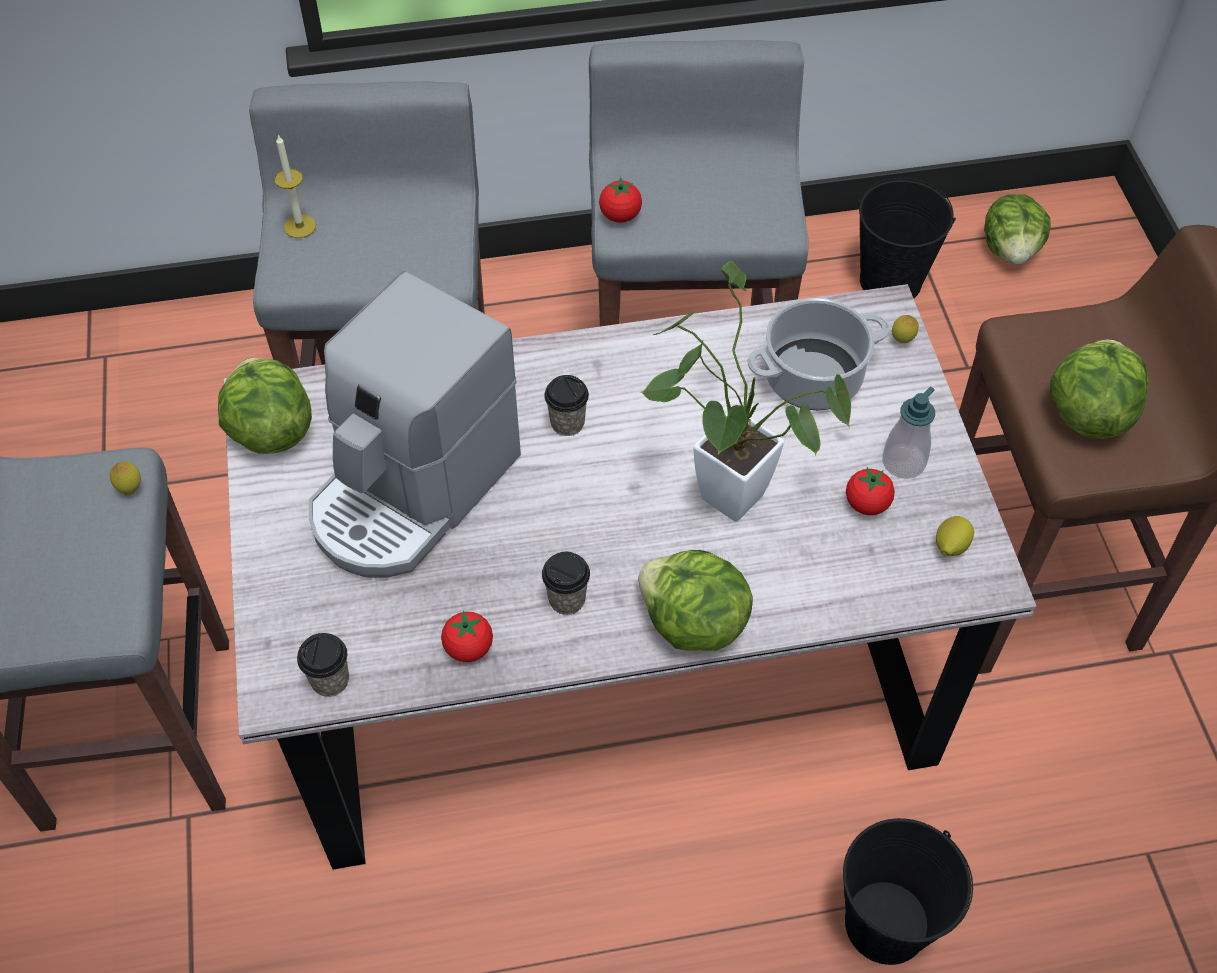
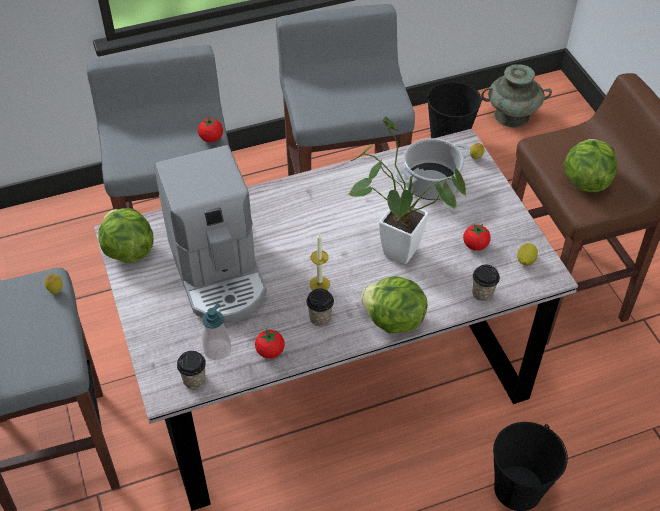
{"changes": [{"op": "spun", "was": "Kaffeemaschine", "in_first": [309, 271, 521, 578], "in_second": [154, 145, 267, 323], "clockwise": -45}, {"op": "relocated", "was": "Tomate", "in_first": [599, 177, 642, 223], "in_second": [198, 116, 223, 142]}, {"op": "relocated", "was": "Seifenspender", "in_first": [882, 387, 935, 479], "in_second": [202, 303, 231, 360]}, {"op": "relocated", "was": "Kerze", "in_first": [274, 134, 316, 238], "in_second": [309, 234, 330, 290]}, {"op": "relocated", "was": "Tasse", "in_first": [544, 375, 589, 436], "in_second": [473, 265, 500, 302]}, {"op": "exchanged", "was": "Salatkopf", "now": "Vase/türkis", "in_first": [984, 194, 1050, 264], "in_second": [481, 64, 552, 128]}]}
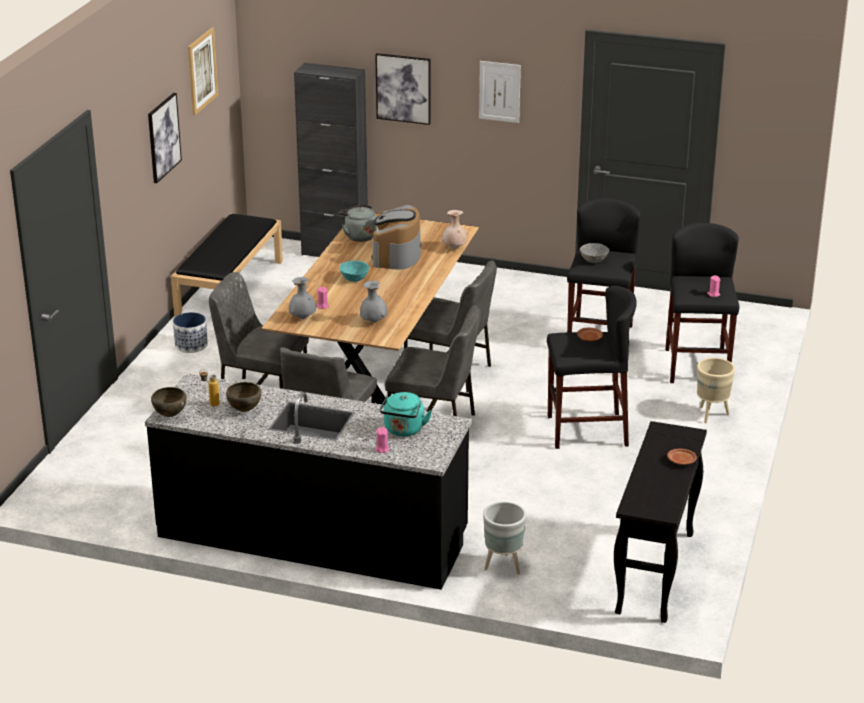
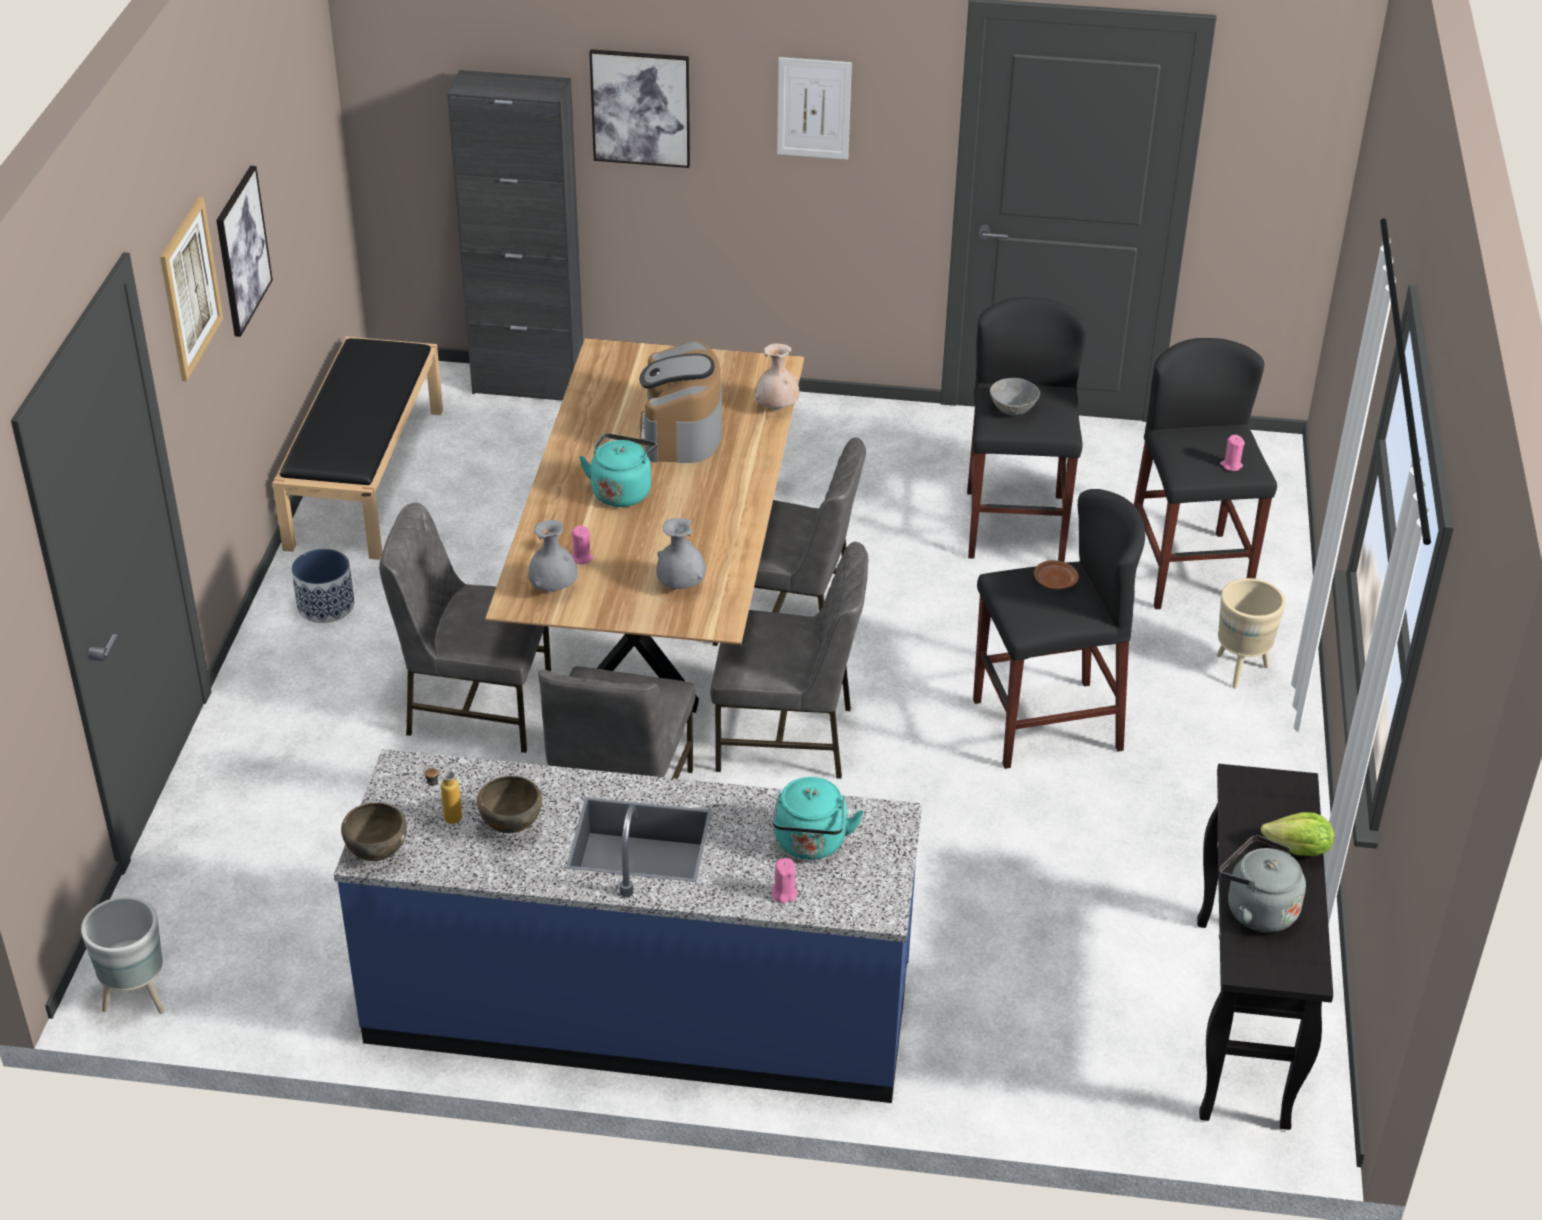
{"changes": [{"op": "relocated", "was": "Pflanzkübel/grau", "in_first": [483, 502, 526, 574], "in_second": [81, 896, 165, 1014]}, {"op": "relocated", "was": "Bild", "in_first": [188, 28, 218, 116], "in_second": [160, 196, 223, 381]}, {"op": "colour", "was": "Küchenzeile/schwarz", "now": "Küchenzeile/blau", "in_first": [145, 373, 472, 590], "in_second": [334, 749, 922, 1103]}, {"op": "exchanged", "was": "Schüssel/türkis", "now": "Wasserkessel/türkis", "in_first": [339, 261, 369, 282], "in_second": [579, 434, 657, 507]}, {"op": "relocated", "was": "Wasserkessel/grau", "in_first": [339, 204, 377, 242], "in_second": [1219, 835, 1306, 932]}, {"op": "exchanged", "was": "Teller/braun", "now": "Salatkopf", "in_first": [667, 449, 697, 465], "in_second": [1261, 812, 1334, 856]}]}
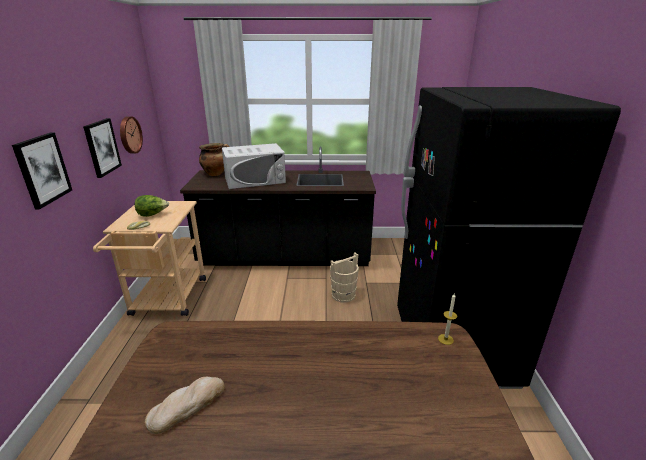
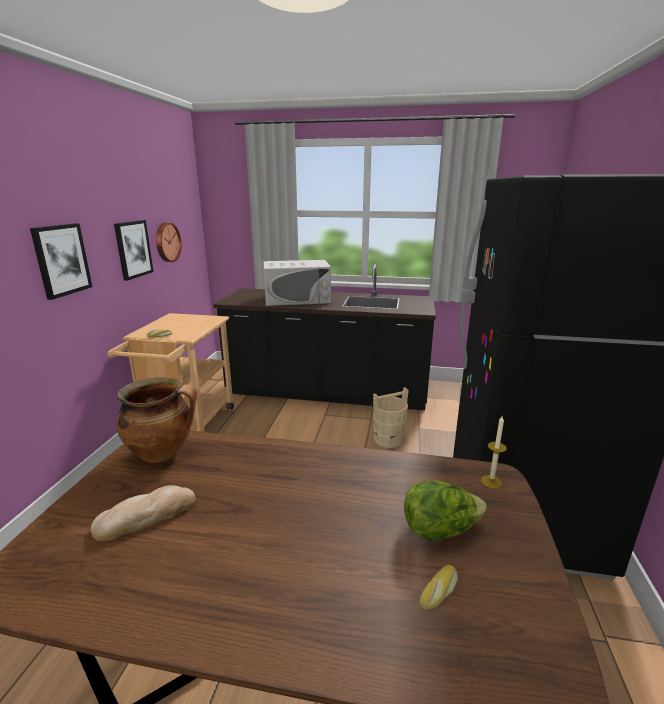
{"changes": [{"op": "relocated", "was": "Kochtopf", "in_first": [199, 143, 229, 176], "in_second": [117, 377, 197, 463]}, {"op": "relocated", "was": "Salatkopf", "in_first": [135, 195, 169, 217], "in_second": [404, 480, 487, 541]}, {"op": "appeared", "now": "Brot", "in_second": [419, 565, 458, 610]}]}
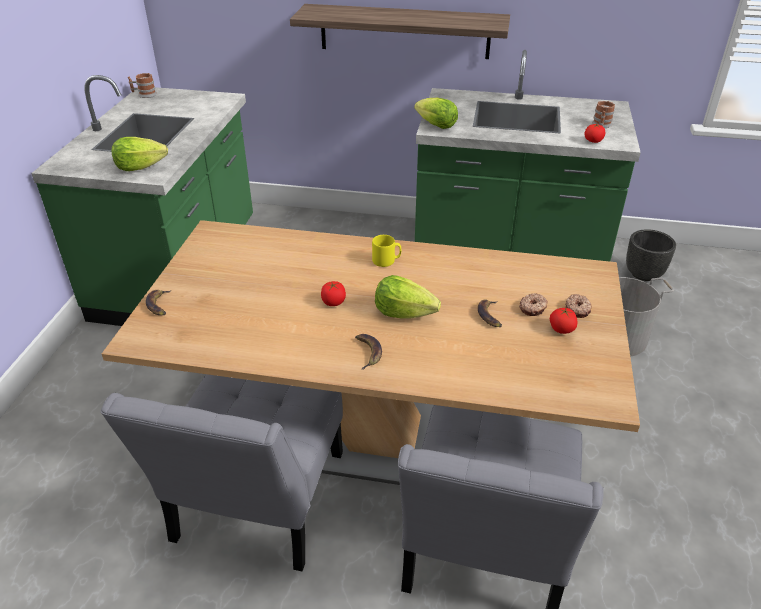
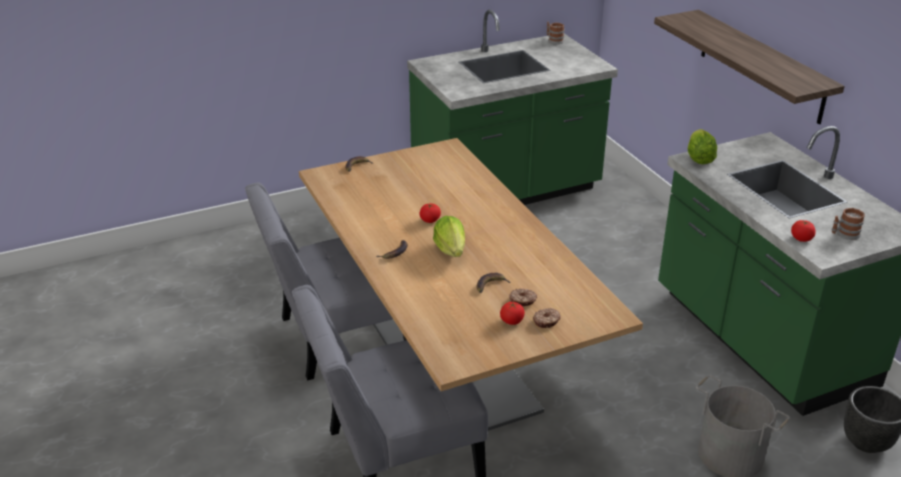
{"changes": [{"op": "missing", "was": "Salatkopf", "in_first": [111, 137, 168, 171]}, {"op": "missing", "was": "Henkelbecher/gelb", "in_first": [372, 235, 401, 267]}]}
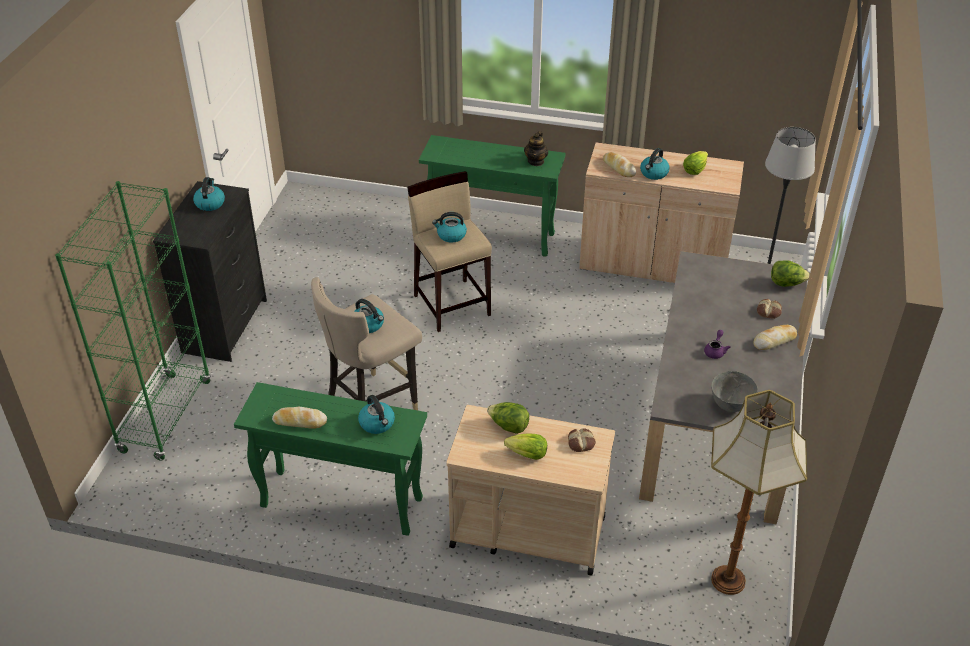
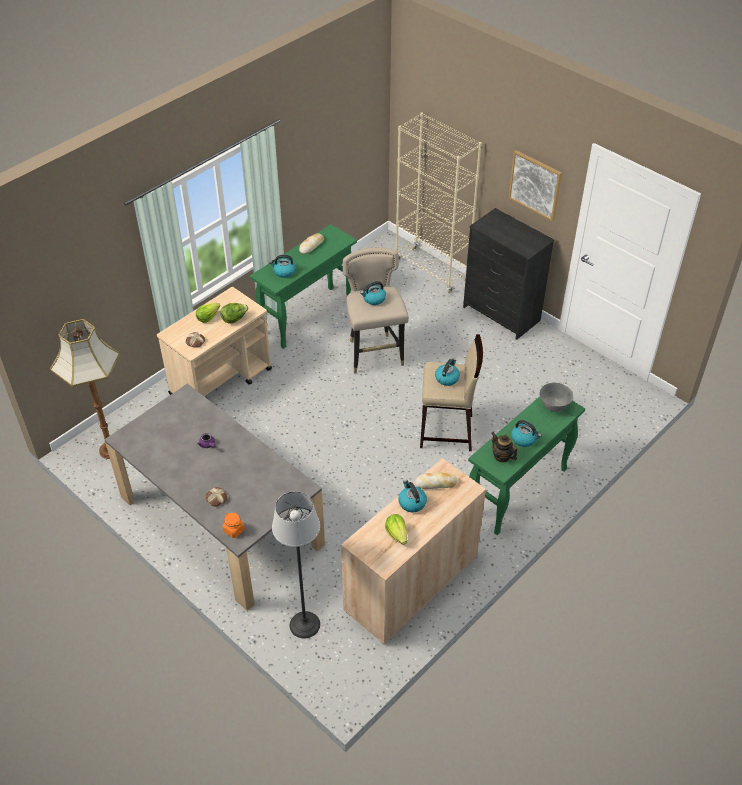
{"changes": [{"op": "exchanged", "was": "Salatkopf", "now": "Vorratsglas/orange", "in_first": [771, 260, 810, 287], "in_second": [223, 513, 245, 538]}, {"op": "colour", "was": "Bücherregal/grün", "now": "Bücherregal/beige", "in_first": [55, 181, 211, 460], "in_second": [396, 112, 482, 293]}, {"op": "appeared", "now": "Bild", "in_second": [508, 150, 562, 221]}, {"op": "relocated", "was": "Wasserkessel", "in_first": [193, 177, 225, 211], "in_second": [511, 420, 541, 447]}, {"op": "relocated", "was": "Schüssel/grau", "in_first": [711, 371, 758, 412], "in_second": [539, 383, 573, 412]}, {"op": "missing", "was": "Brot", "in_first": [753, 325, 797, 350]}]}
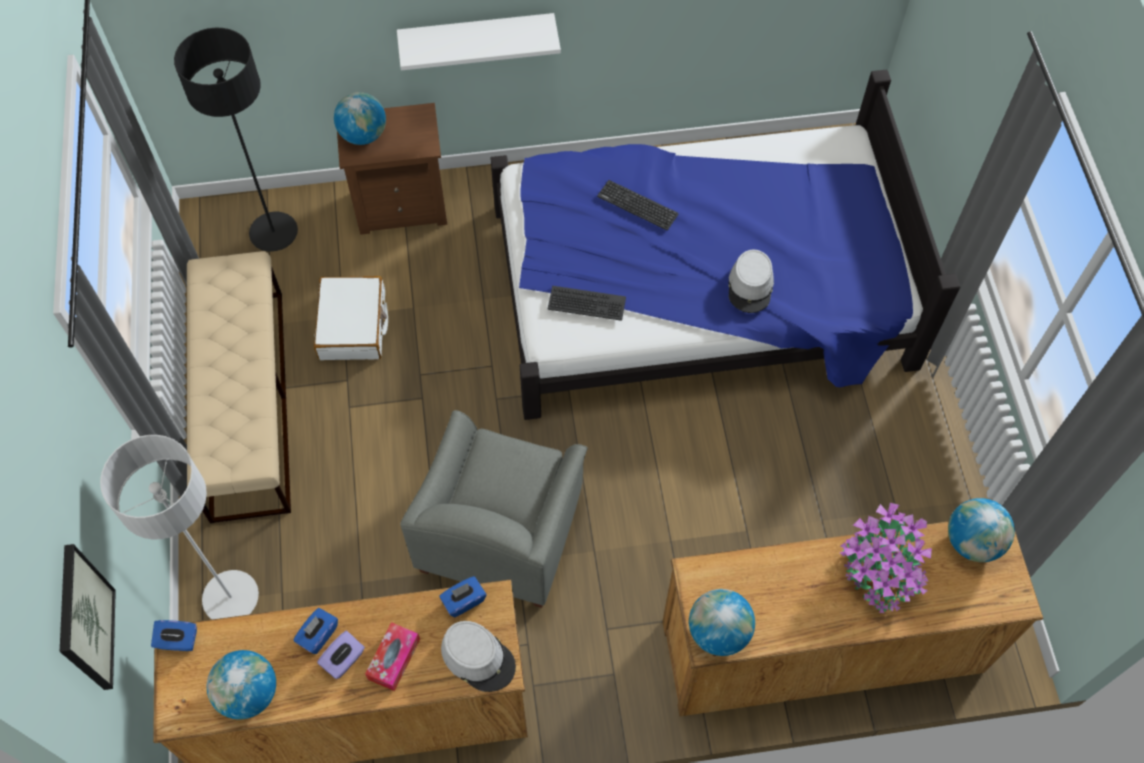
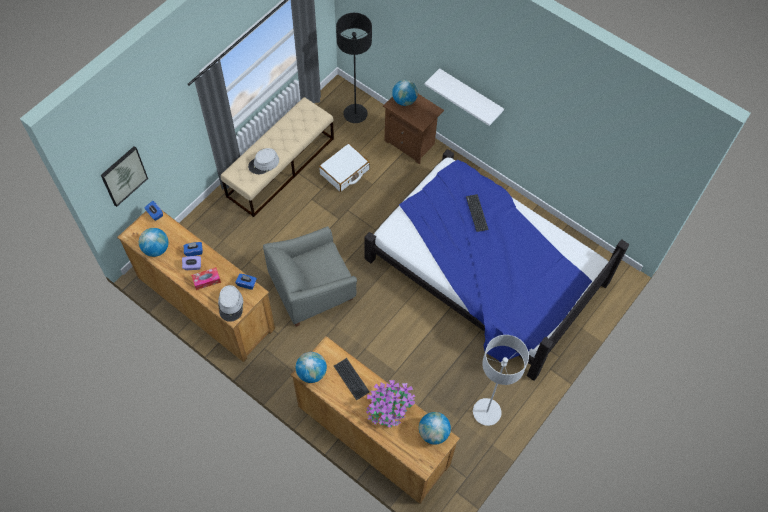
{"changes": [{"op": "relocated", "was": "Hut/grau", "in_first": [729, 250, 774, 313], "in_second": [248, 148, 279, 175]}, {"op": "relocated", "was": "Tastatur", "in_first": [547, 286, 626, 321], "in_second": [334, 358, 370, 400]}, {"op": "relocated", "was": "Stehlampe/grau", "in_first": [100, 435, 259, 619], "in_second": [473, 335, 529, 426]}]}
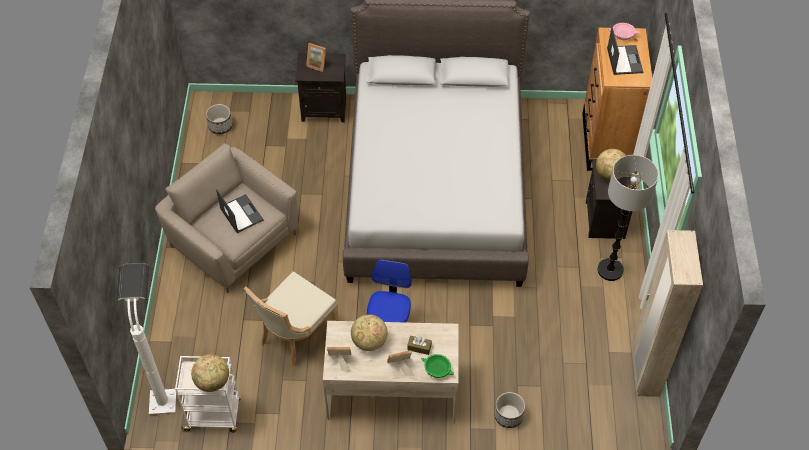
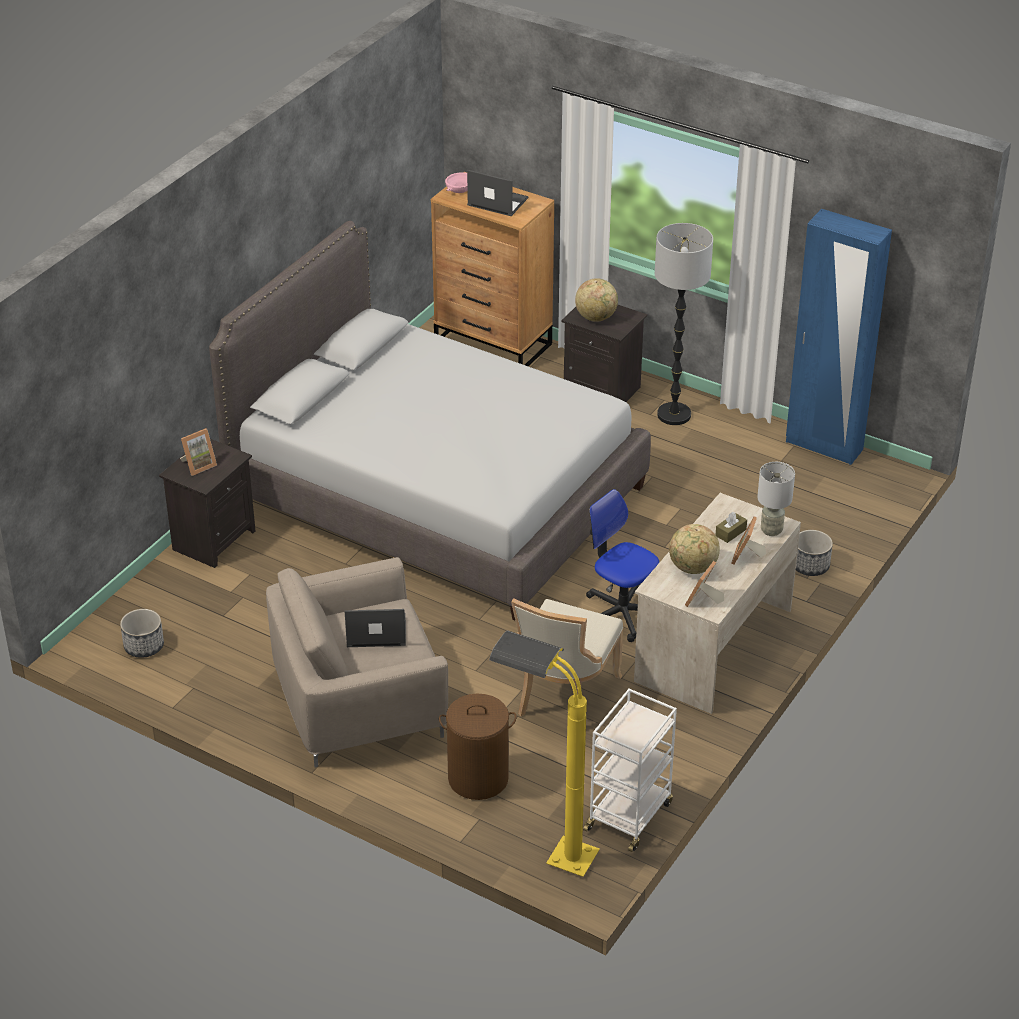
{"changes": [{"op": "appeared", "now": "Wäschekorb/braun", "in_second": [439, 694, 517, 800]}, {"op": "colour", "was": "Stehlampe/weiß", "now": "Stehlampe/gelb", "in_first": [116, 263, 176, 414], "in_second": [489, 630, 600, 877]}, {"op": "spun", "was": "Stuhl/beige", "in_first": [244, 272, 339, 366], "in_second": [511, 598, 623, 716], "clockwise": 45}, {"op": "exchanged", "was": "Schüssel/grün", "now": "Tischlampe/grau", "in_first": [421, 354, 454, 378], "in_second": [757, 462, 795, 536]}, {"op": "colour", "was": "Kleiderschrank/beige", "now": "Kleiderschrank/blau", "in_first": [632, 230, 703, 397], "in_second": [786, 209, 892, 465]}, {"op": "missing", "was": "Globus", "in_first": [191, 354, 229, 392]}]}
